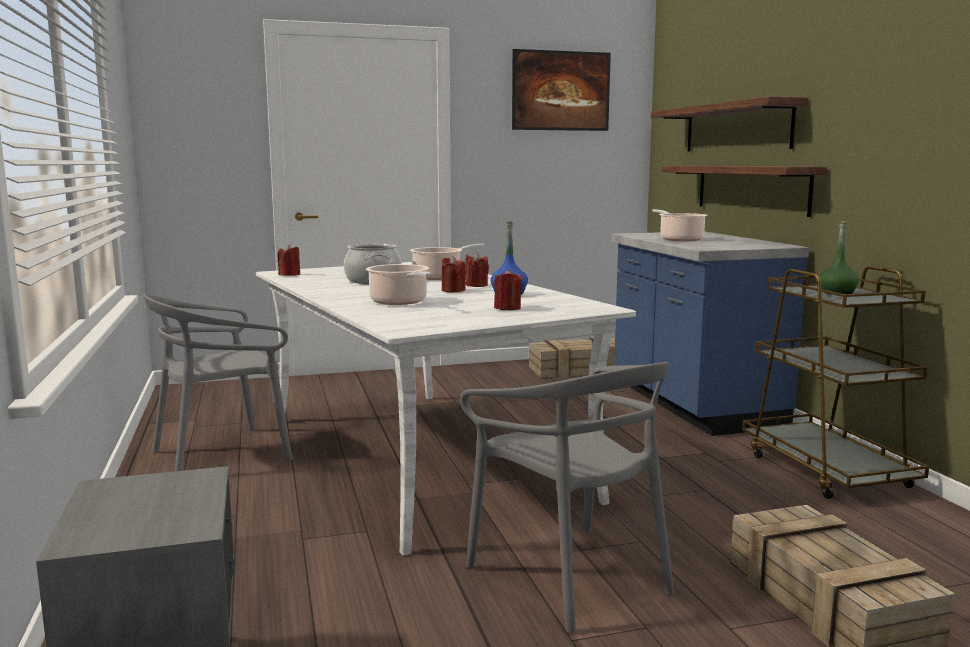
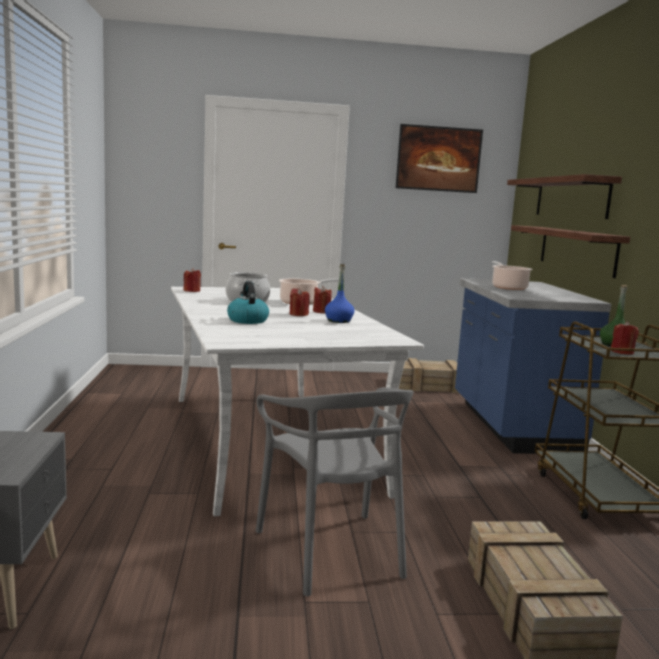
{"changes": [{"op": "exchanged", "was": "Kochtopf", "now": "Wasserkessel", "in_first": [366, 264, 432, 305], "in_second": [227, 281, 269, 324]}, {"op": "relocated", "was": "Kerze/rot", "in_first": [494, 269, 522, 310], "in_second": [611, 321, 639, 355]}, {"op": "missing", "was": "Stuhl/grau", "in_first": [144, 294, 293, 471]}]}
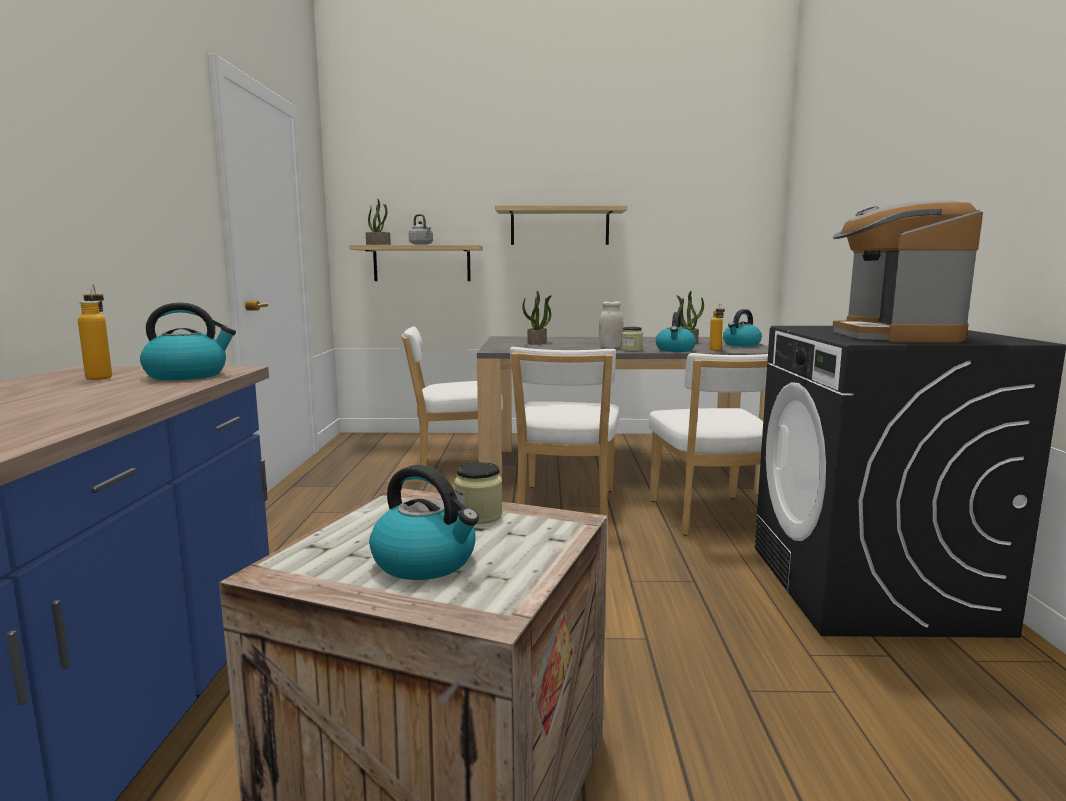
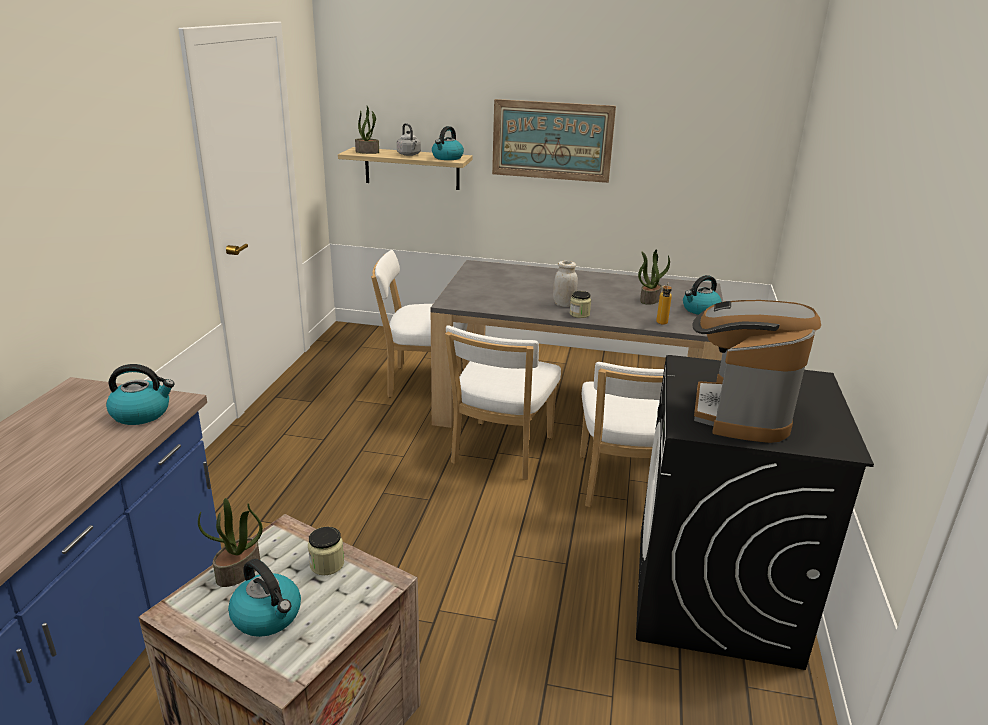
{"changes": [{"op": "relocated", "was": "Topfpflanze", "in_first": [522, 291, 552, 345], "in_second": [198, 498, 263, 587]}, {"op": "relocated", "was": "Wasserkessel", "in_first": [656, 312, 696, 352], "in_second": [432, 126, 464, 160]}, {"op": "exchanged", "was": "Wandregal", "now": "Bild", "in_first": [495, 205, 627, 245], "in_second": [492, 99, 616, 183]}, {"op": "missing", "was": "Flasche", "in_first": [78, 284, 112, 380]}]}
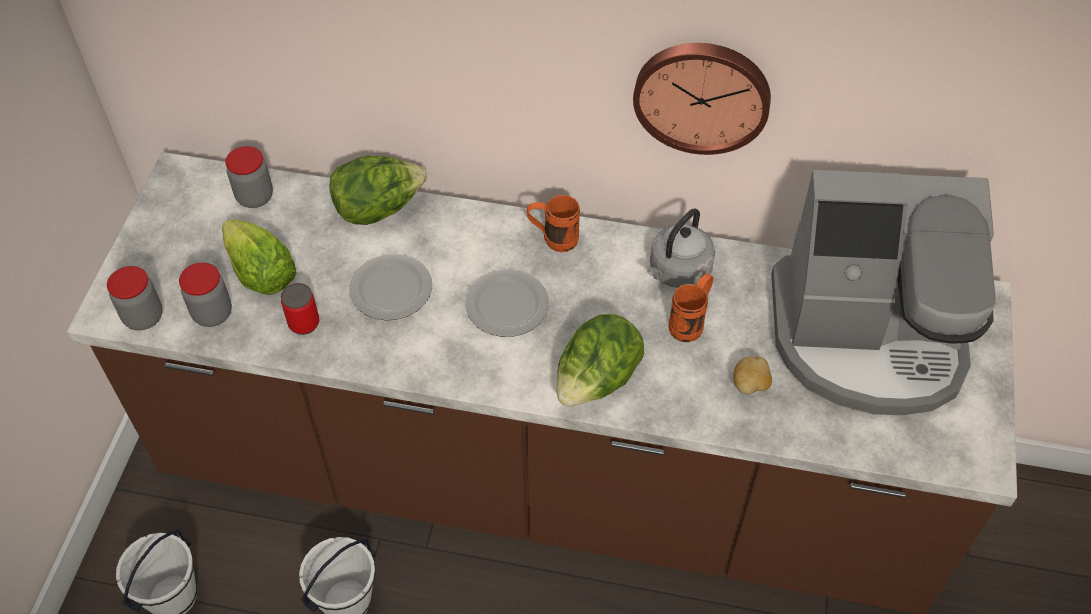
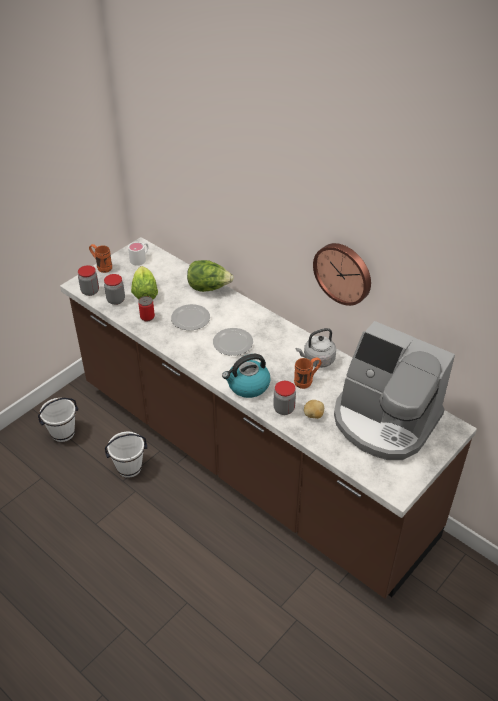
{"changes": [{"op": "relocated", "was": "Henkelbecher/orange", "in_first": [527, 195, 580, 252], "in_second": [89, 244, 112, 273]}, {"op": "appeared", "now": "Henkelbecher/weiß", "in_second": [128, 242, 149, 265]}, {"op": "exchanged", "was": "Salatkopf", "now": "Wasserkessel", "in_first": [557, 314, 644, 407], "in_second": [222, 354, 270, 398]}, {"op": "relocated", "was": "Vorratsglas", "in_first": [225, 146, 273, 208], "in_second": [273, 381, 296, 415]}]}
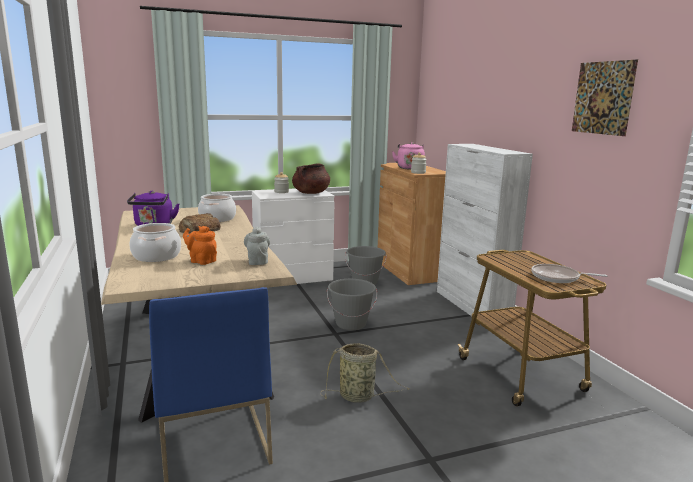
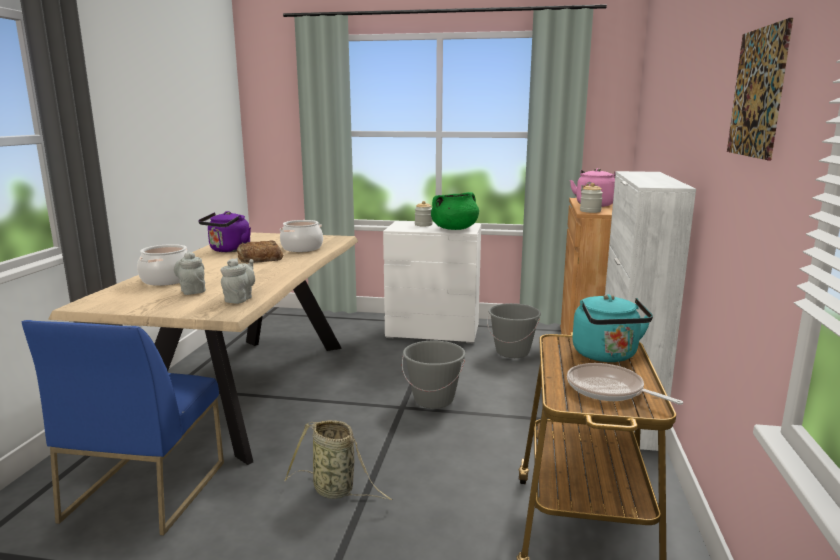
{"changes": [{"op": "colour", "was": "Teekanne/orange", "now": "Teekanne/grau", "in_first": [183, 226, 217, 265], "in_second": [174, 251, 206, 295]}, {"op": "colour", "was": "Kochtopf/braun", "now": "Kochtopf/grün", "in_first": [292, 163, 330, 194], "in_second": [431, 192, 479, 230]}, {"op": "appeared", "now": "Wasserkessel/türkis", "in_second": [572, 294, 653, 362]}]}
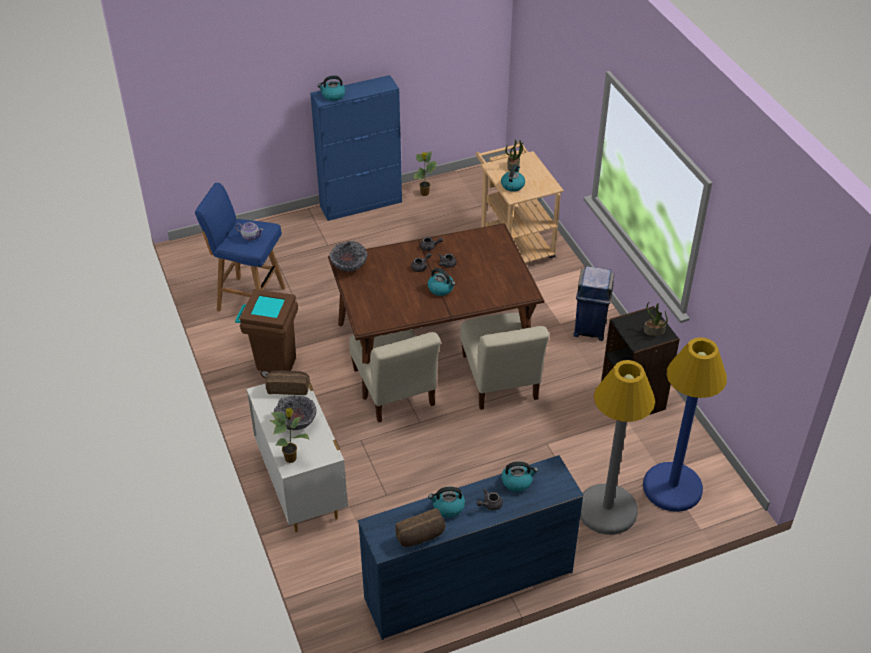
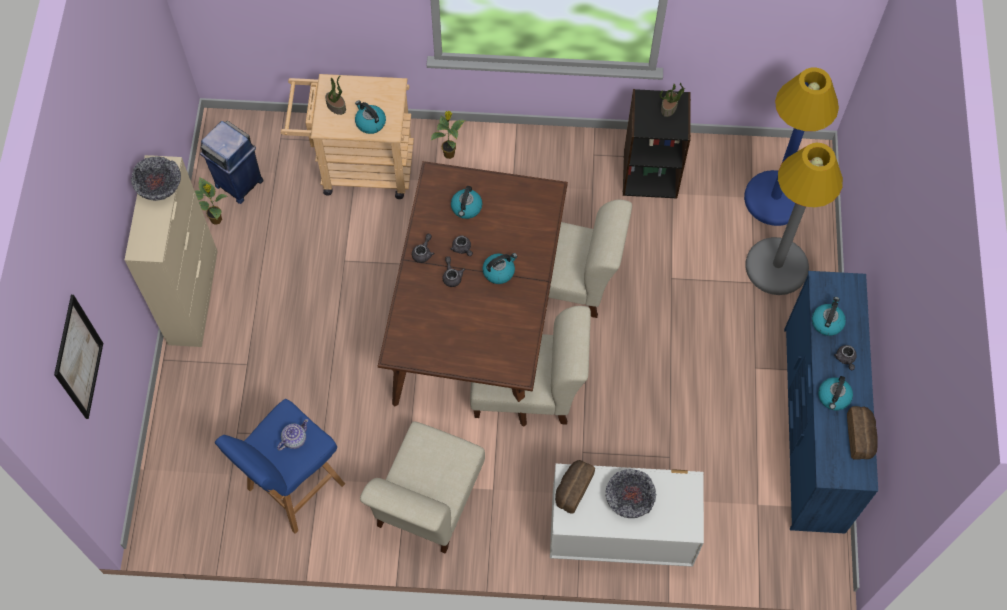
{"changes": [{"op": "appeared", "now": "Bild", "in_second": [54, 295, 103, 419]}, {"op": "colour", "was": "Schrank/blau", "now": "Schrank/beige", "in_first": [310, 75, 402, 221], "in_second": [125, 155, 218, 347]}, {"op": "relocated", "was": "Schüssel", "in_first": [329, 241, 367, 272], "in_second": [131, 156, 181, 201]}, {"op": "relocated", "was": "Mülleimer/blau", "in_first": [573, 266, 614, 341], "in_second": [200, 121, 264, 204]}, {"op": "exchanged", "was": "Mülleimer/braun", "now": "Stuhl/beige", "in_first": [235, 289, 298, 378], "in_second": [360, 421, 485, 554]}, {"op": "relocated", "was": "Topfpflanze", "in_first": [269, 408, 310, 463], "in_second": [431, 111, 466, 159]}, {"op": "relocated", "was": "Wasserkessel", "in_first": [317, 76, 345, 101], "in_second": [451, 186, 482, 219]}]}
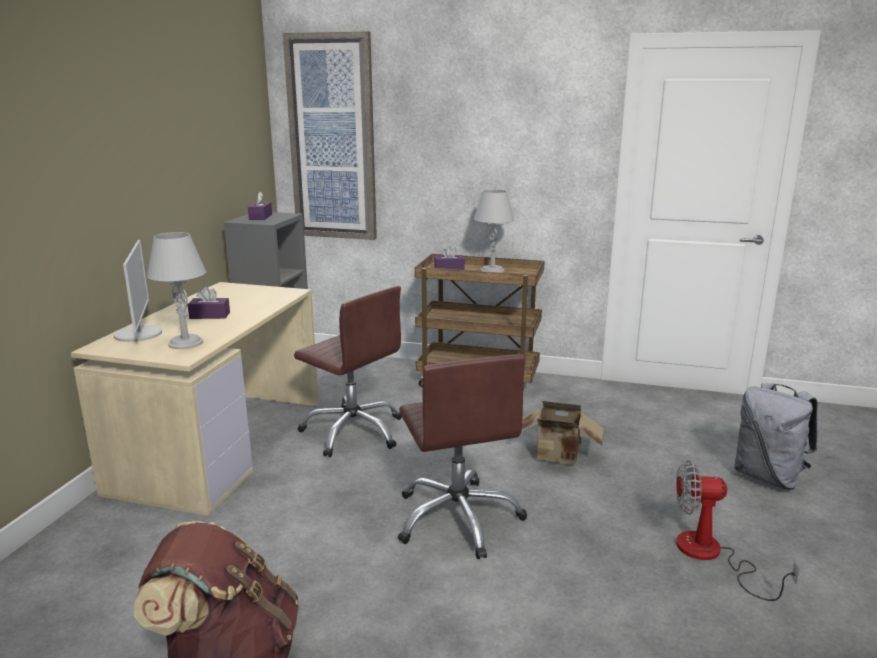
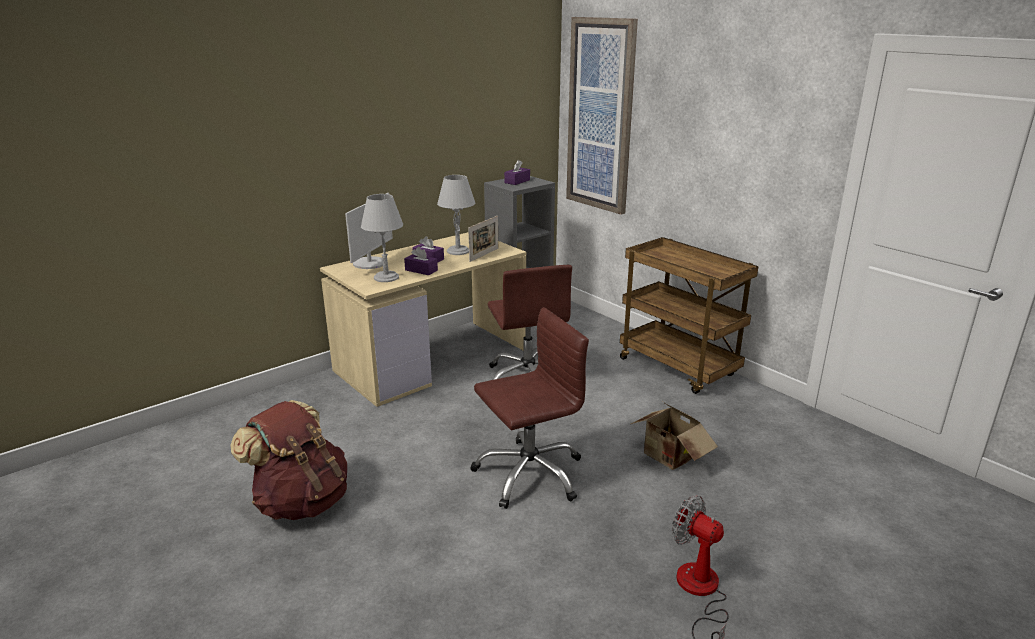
{"changes": [{"op": "relocated", "was": "Taschentuchbox/lila", "in_first": [434, 245, 465, 270], "in_second": [404, 247, 438, 275]}, {"op": "relocated", "was": "Tischlampe/grau", "in_first": [474, 189, 514, 273], "in_second": [437, 175, 475, 255]}, {"op": "appeared", "now": "Bilderrahmen", "in_second": [468, 216, 498, 262]}, {"op": "spun", "was": "Bürostuhl/braun", "in_first": [398, 354, 527, 559], "in_second": [470, 307, 589, 509], "clockwise": -135}, {"op": "missing", "was": "Rucksack/grau", "in_first": [734, 383, 818, 490]}]}
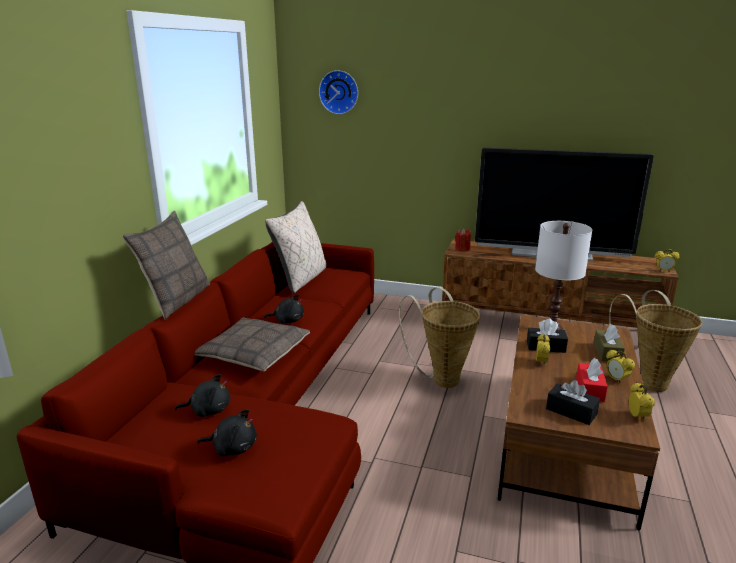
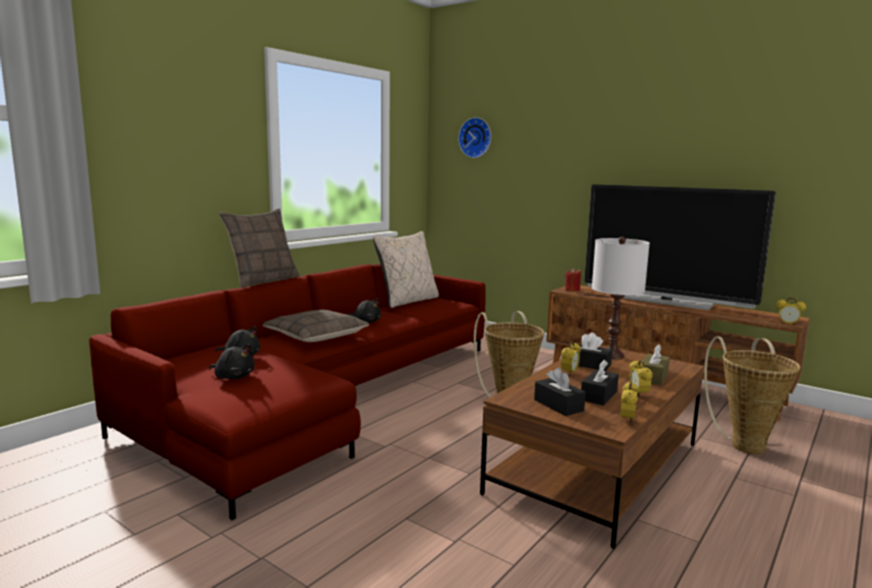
{"changes": [{"op": "colour", "was": "Taschentuchbox/rot", "now": "Taschentuchbox/schwarz", "in_first": [576, 358, 608, 402], "in_second": [581, 360, 619, 406]}]}
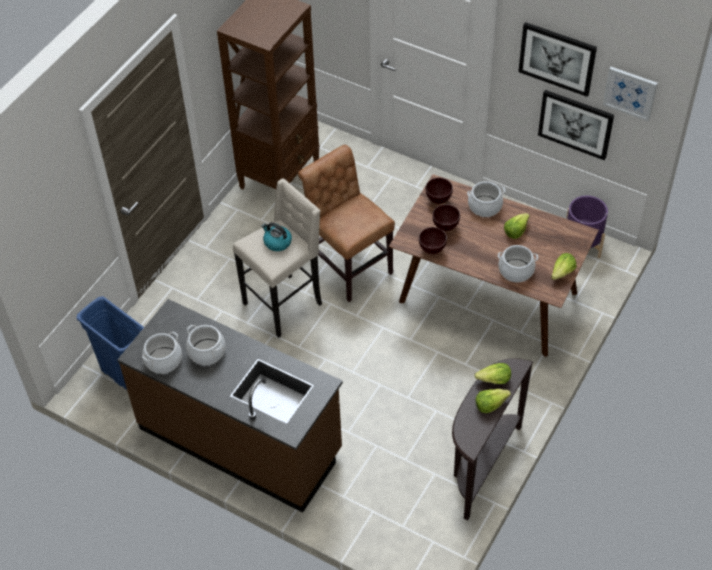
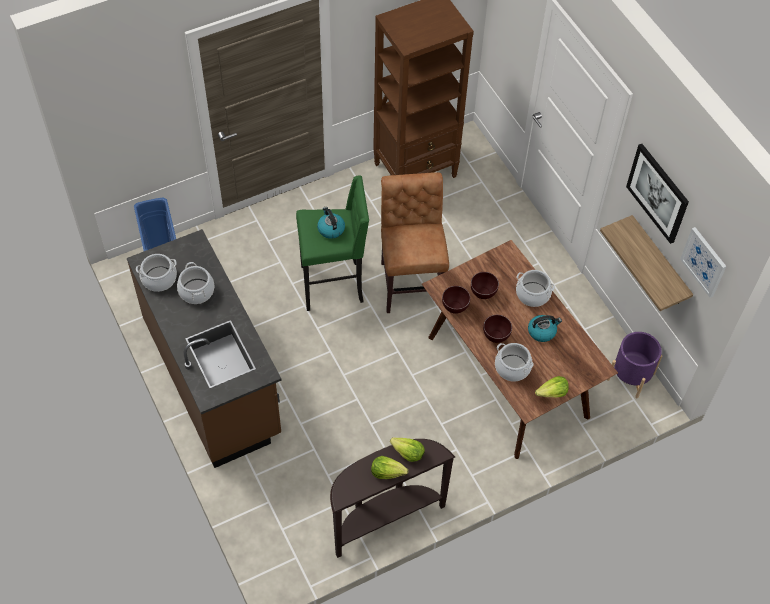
{"changes": [{"op": "colour", "was": "Hocker/beige", "now": "Hocker/grün", "in_first": [233, 178, 322, 338], "in_second": [296, 175, 369, 311]}, {"op": "relocated", "was": "Schüssel/braun", "in_first": [426, 178, 453, 204], "in_second": [483, 315, 512, 343]}, {"op": "exchanged", "was": "Salatkopf", "now": "Wasserkessel", "in_first": [504, 213, 530, 239], "in_second": [528, 315, 562, 342]}, {"op": "exchanged", "was": "Bild", "now": "Wandregal", "in_first": [538, 90, 614, 160], "in_second": [600, 215, 693, 311]}]}
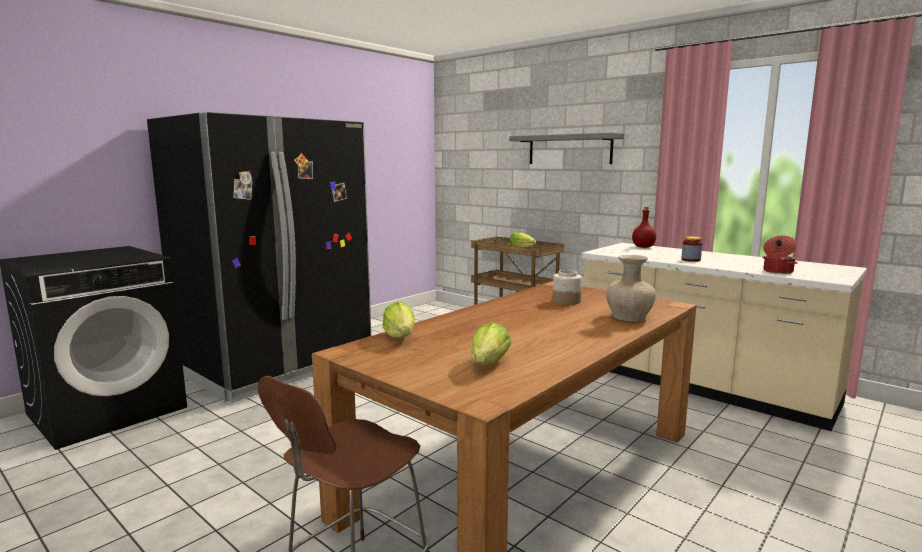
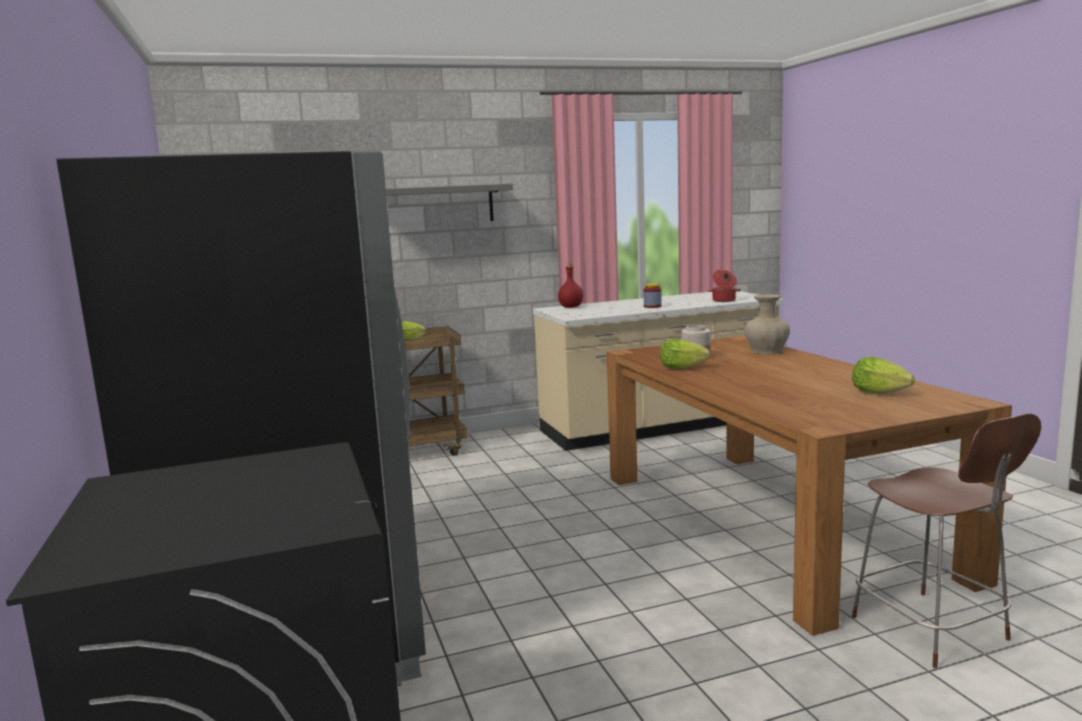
{"changes": [{"op": "relocated", "was": "Salatkopf", "in_first": [383, 302, 415, 338], "in_second": [660, 339, 710, 369]}]}
